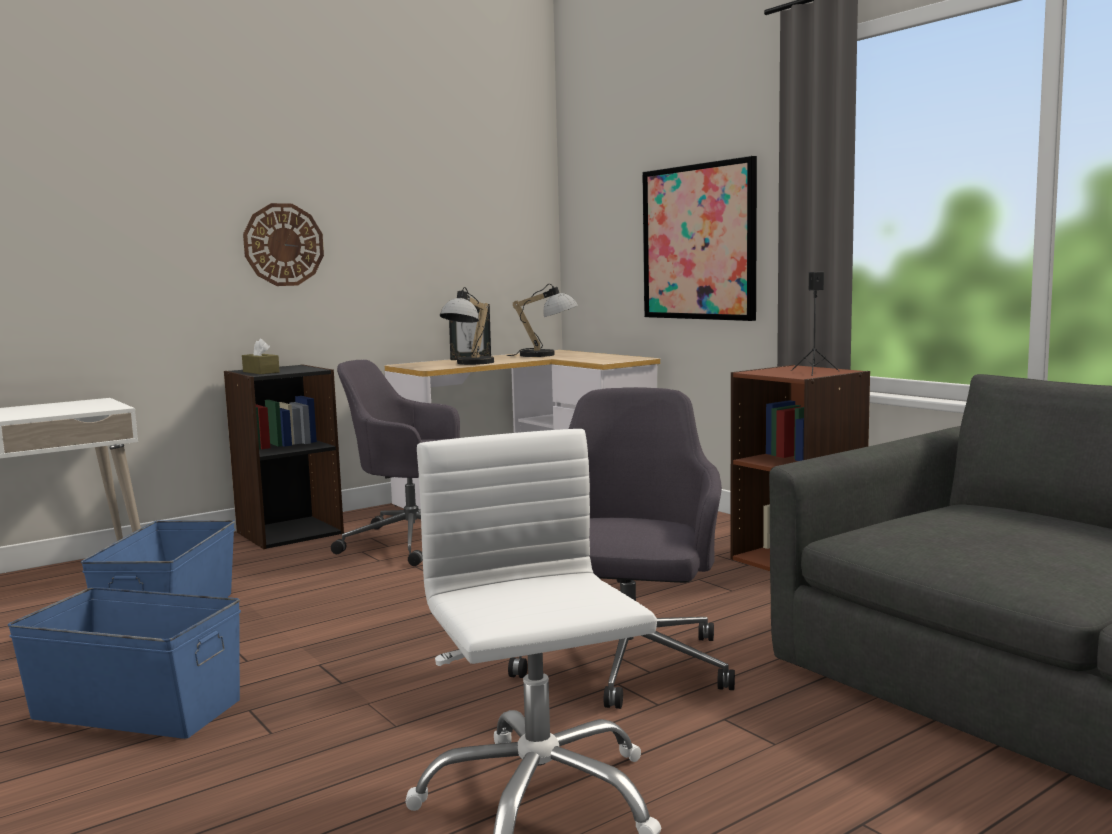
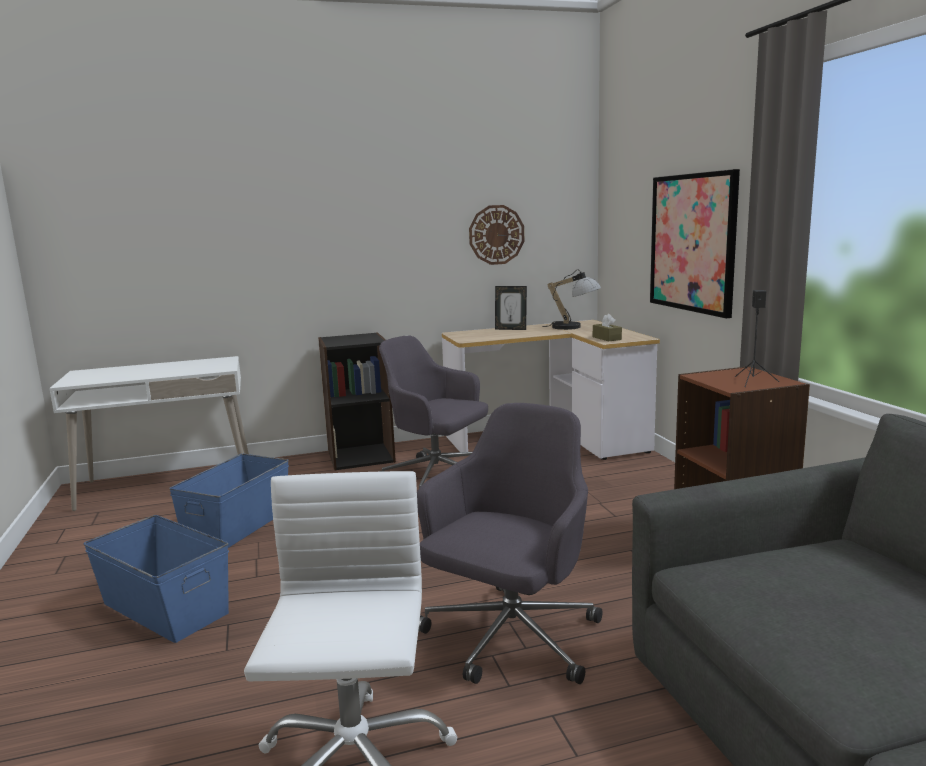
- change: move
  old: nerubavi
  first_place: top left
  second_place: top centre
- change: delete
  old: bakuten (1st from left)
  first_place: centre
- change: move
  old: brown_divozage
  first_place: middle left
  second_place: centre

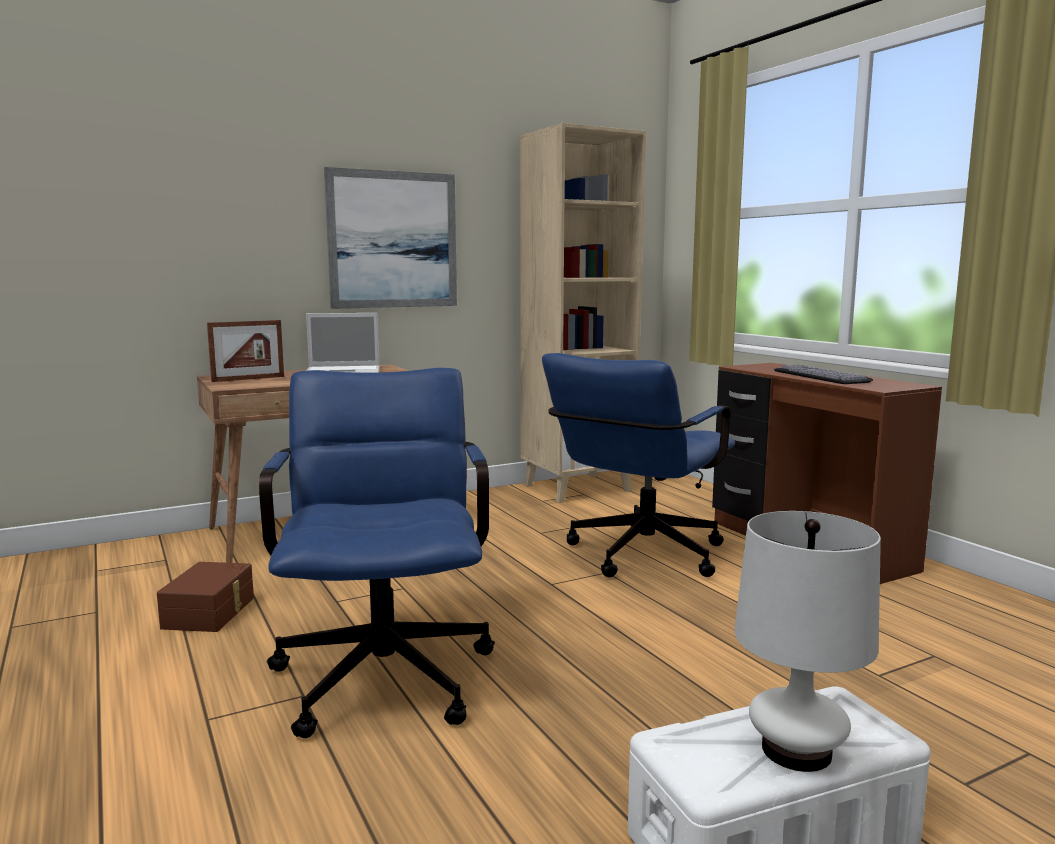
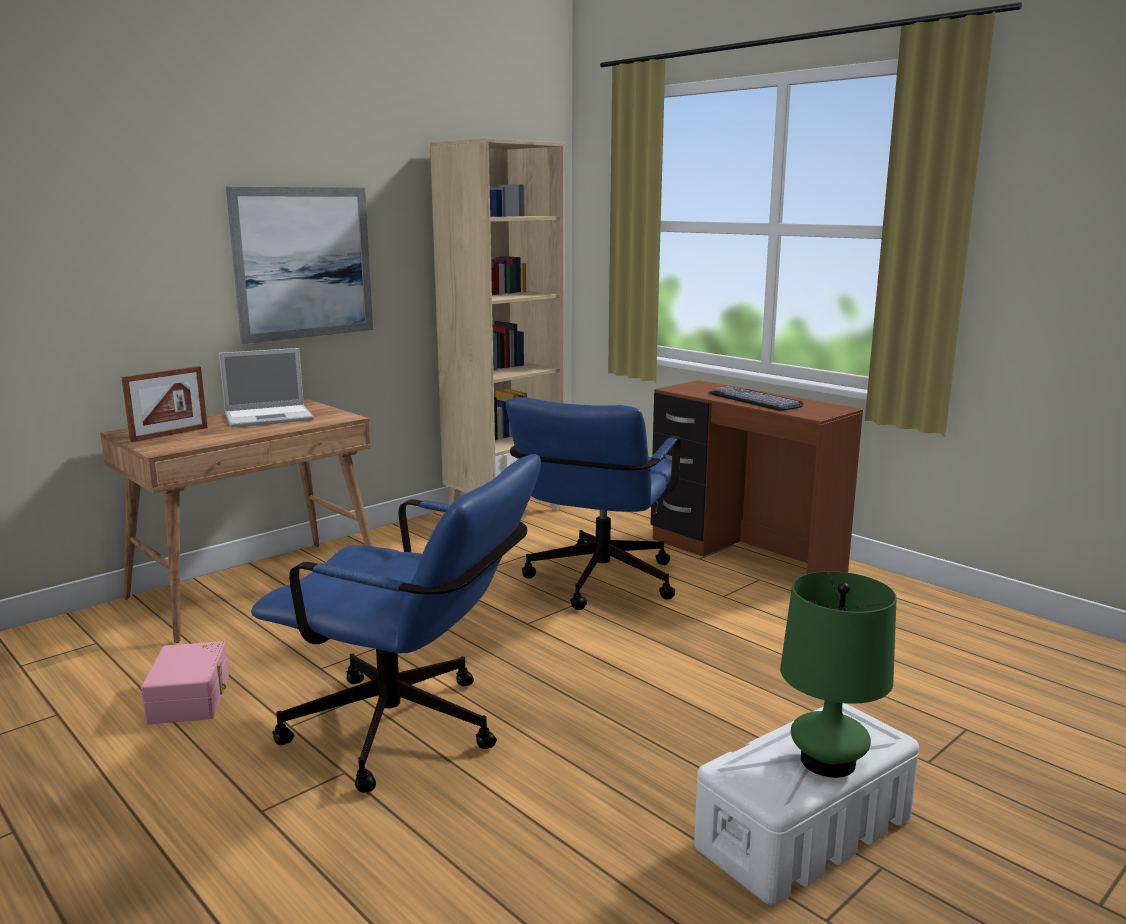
- change: rotate
  old: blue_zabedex (1st from left)
  first_place: centre
  second_place: bottom centre
  degrees: 135
- change: recolor
  old: white_bakuten
  new: green_bakuten
  first_place: bottom right
  second_place: bottom right
- change: recolor
  old: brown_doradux
  new: pink_doradux
  first_place: bottom left
  second_place: bottom left

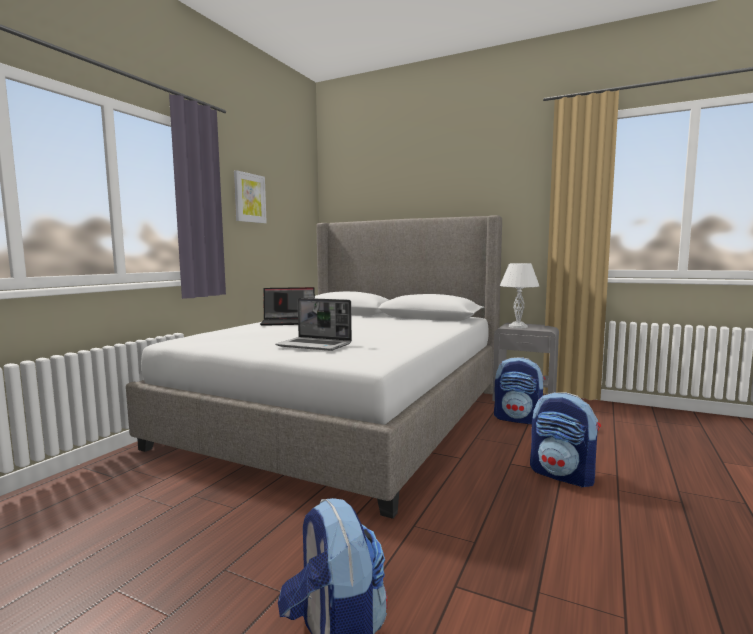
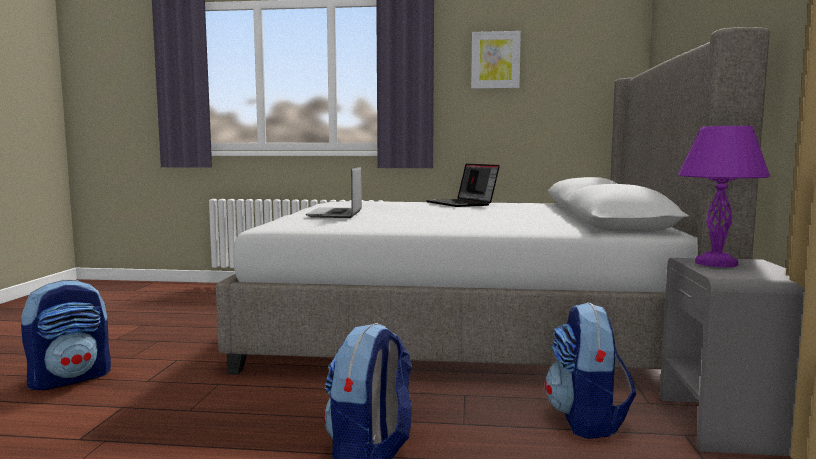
- change: recolor
  old: white_bakuten
  new: purple_bakuten
  first_place: middle right
  second_place: middle right

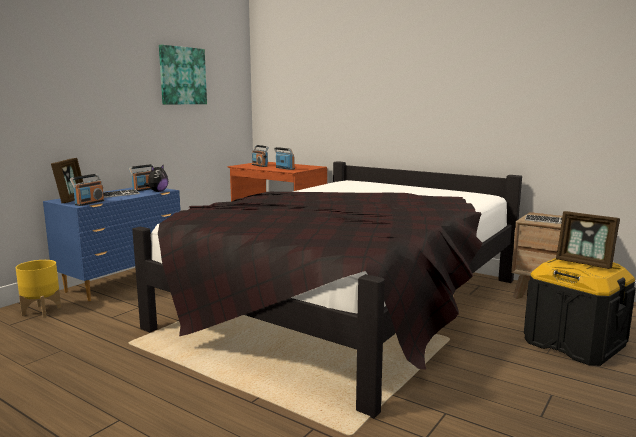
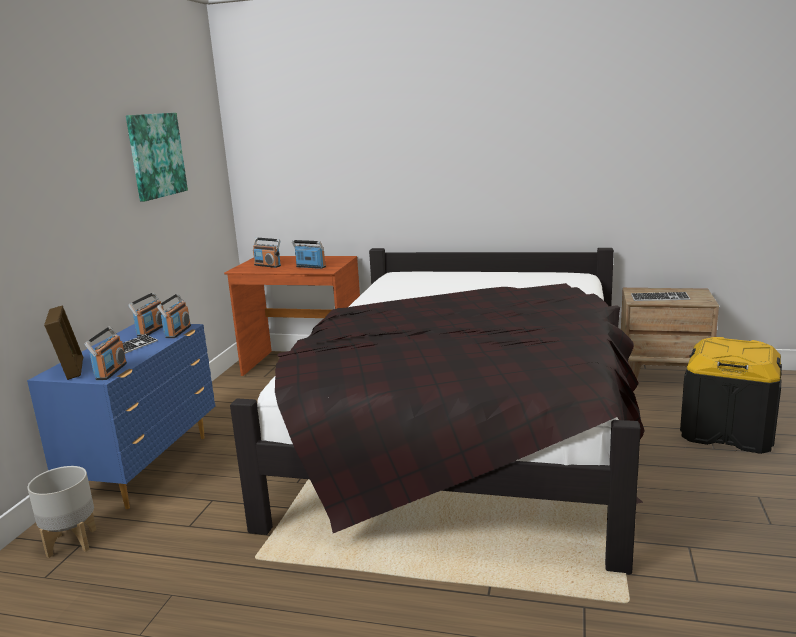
- change: replace
  old: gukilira
  new: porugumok (3rd from left)
  first_place: middle left
  second_place: middle left
- change: delete
  old: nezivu (2nd from left)
  first_place: middle right
- change: recolor
  old: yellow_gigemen
  new: grey_gigemen
  first_place: middle left
  second_place: bottom left

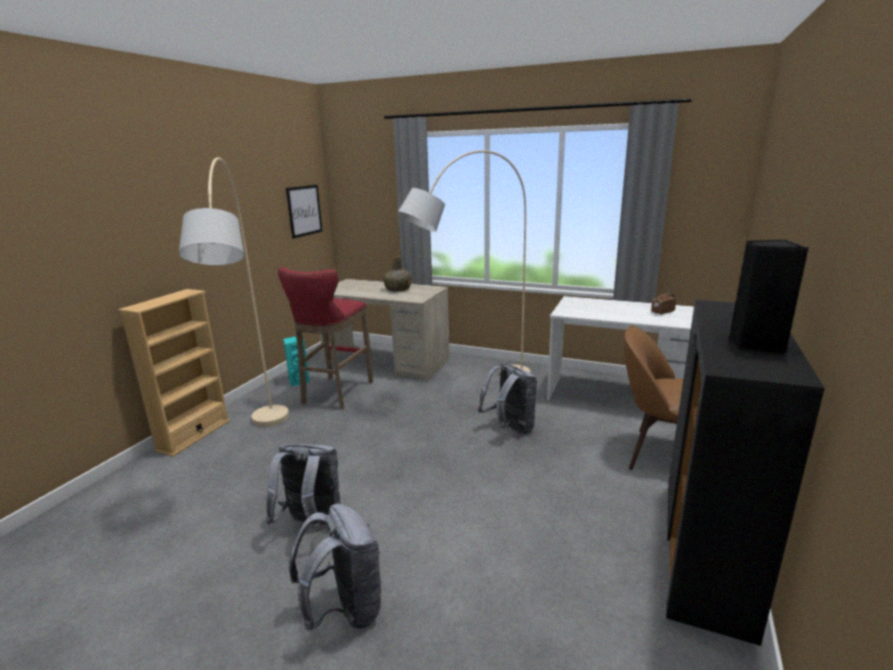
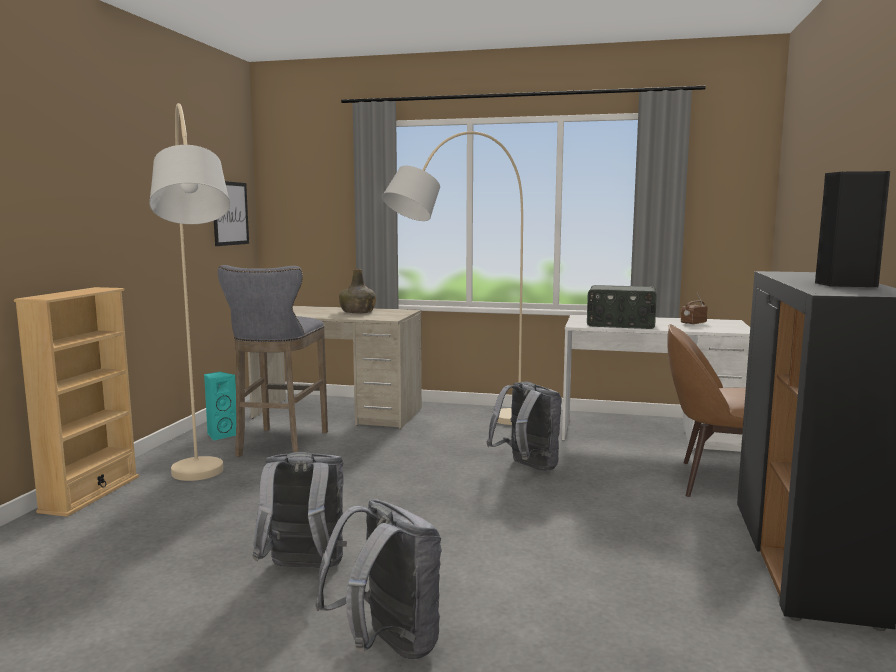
- change: recolor
  old: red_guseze
  new: grey_guseze
  first_place: centre
  second_place: middle left
- change: insert
  new: porugumok (1st from left)
  second_place: middle right

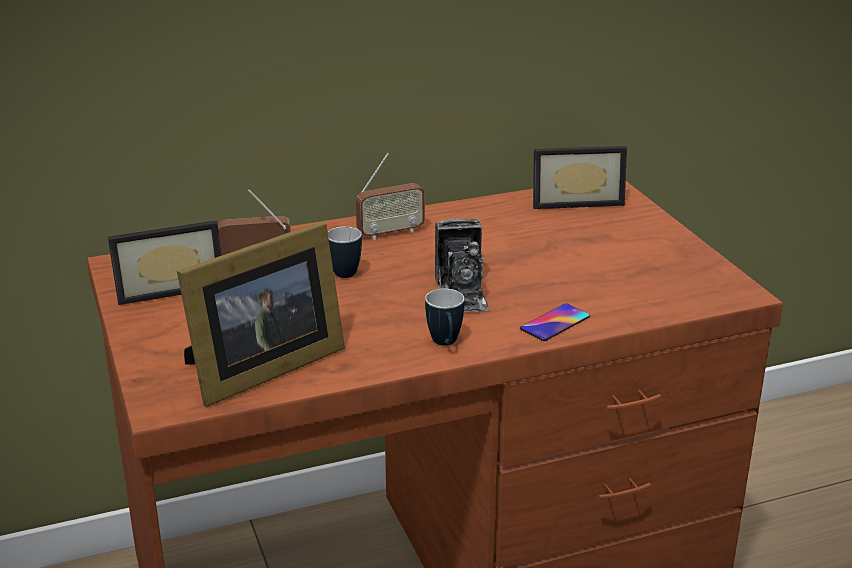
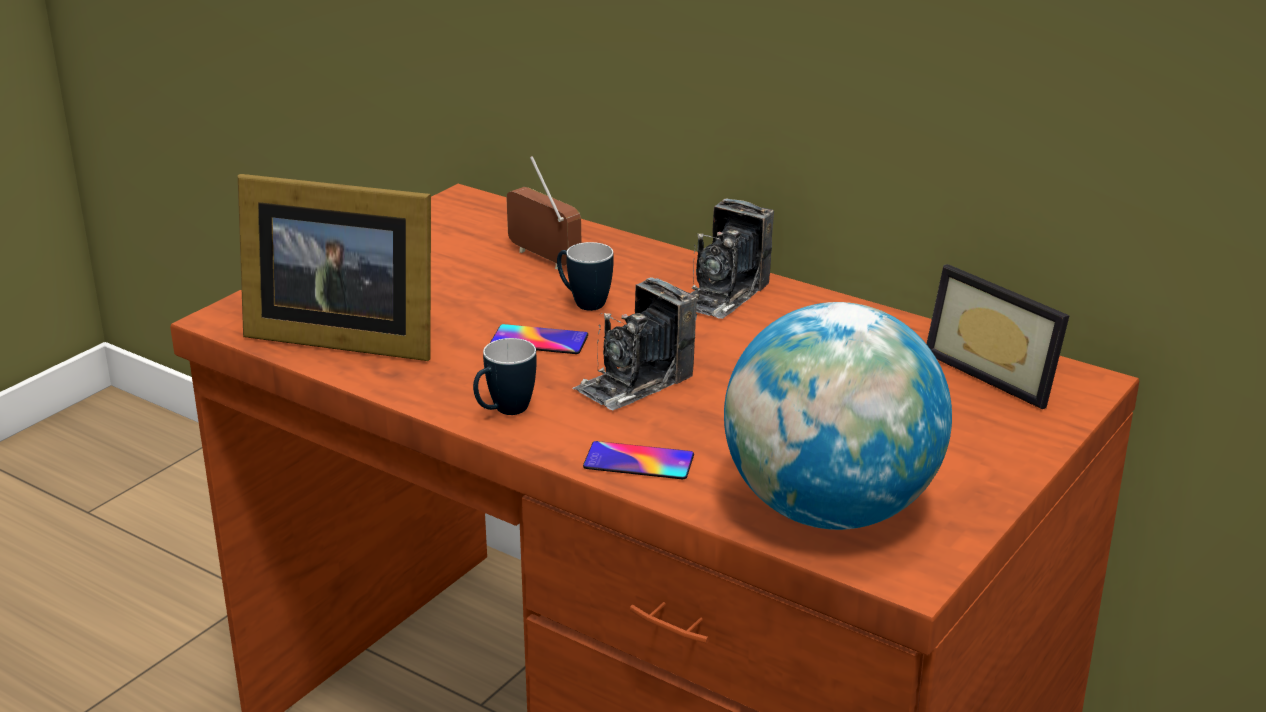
- change: replace
  old: porugumok (2nd from left)
  new: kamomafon (2nd from left)
  first_place: centre
  second_place: centre
- change: delete
  old: nezivu (1st from left)
  first_place: middle left
- change: insert
  new: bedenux
  second_place: centre
- change: insert
  new: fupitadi (1st from left)
  second_place: centre

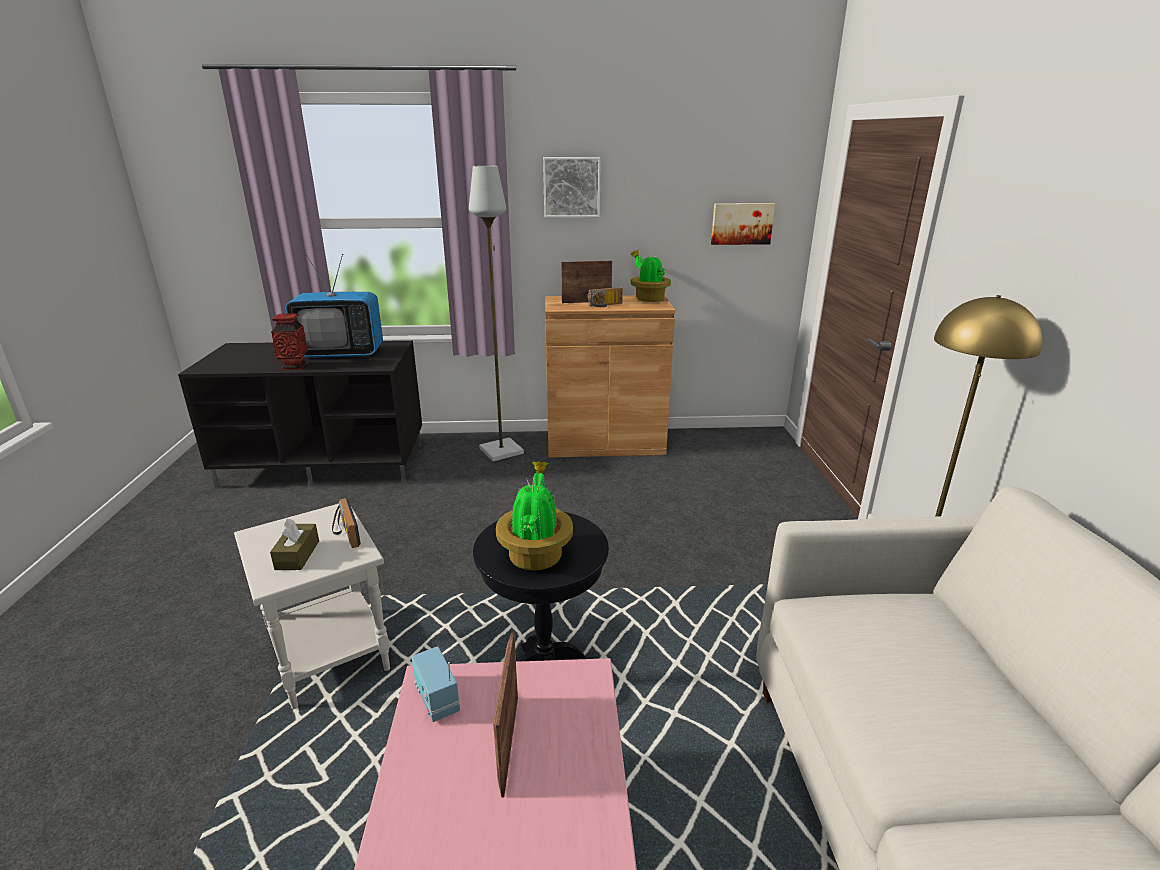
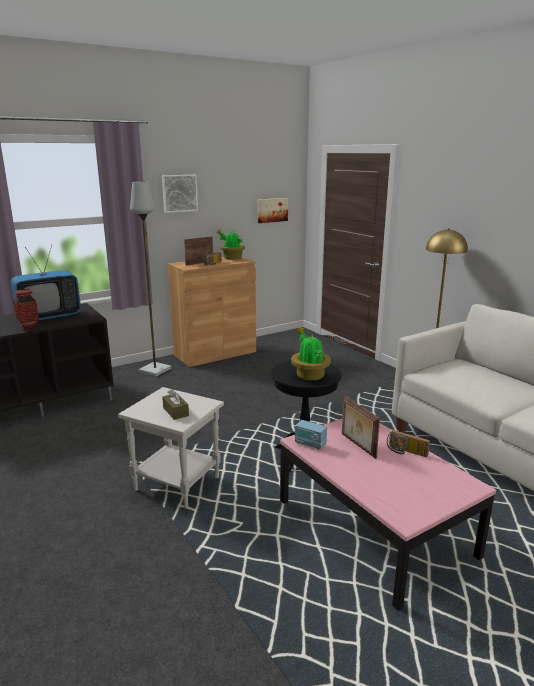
- change: move
  old: porugumok (1st from left in the first image)
  new: porugumok (3rd from left)
  first_place: middle left
  second_place: middle right

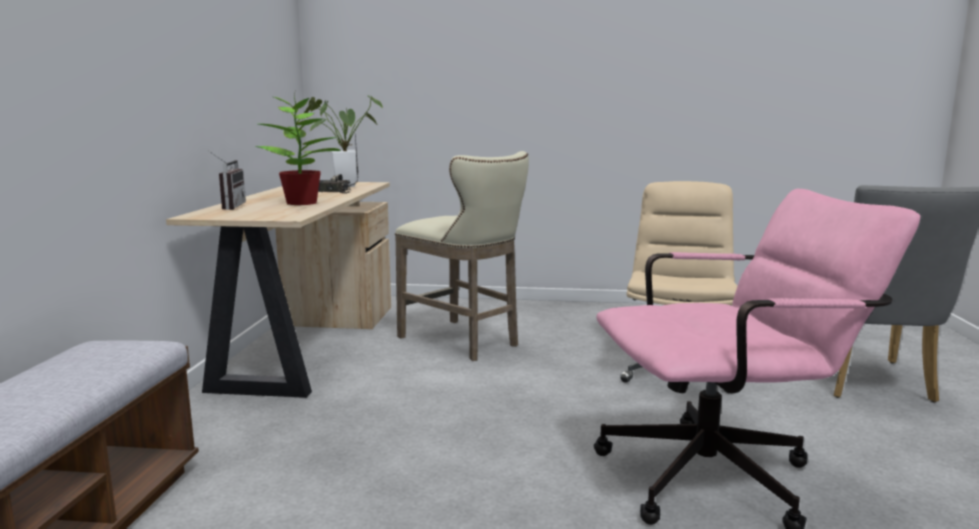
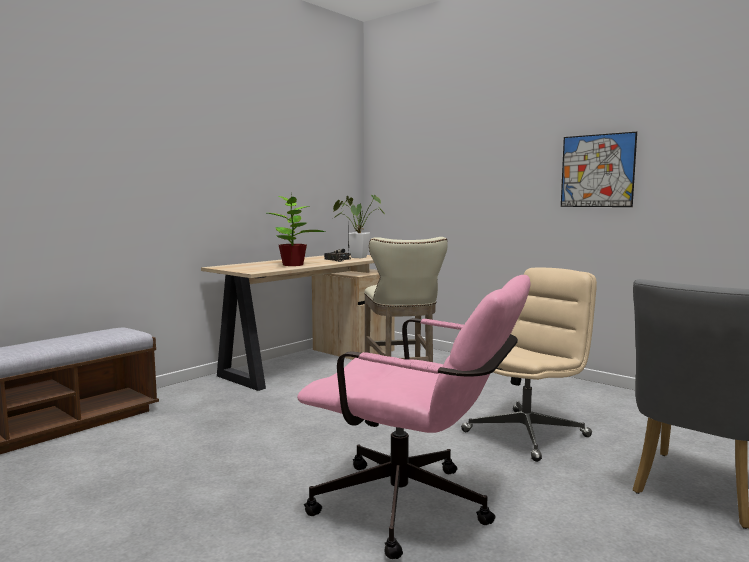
- change: delete
  old: porugumok (1st from left)
  first_place: middle left
- change: insert
  new: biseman
  second_place: top right

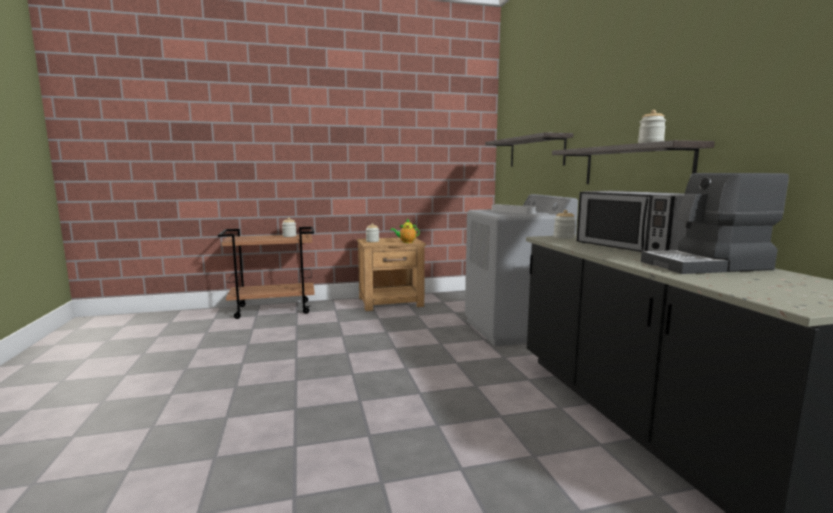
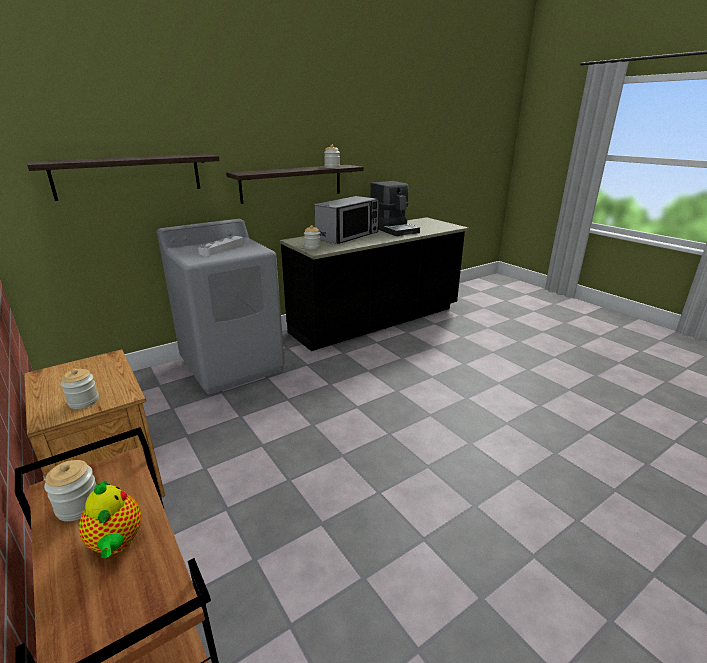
- change: move
  old: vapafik
  first_place: centre
  second_place: bottom left

